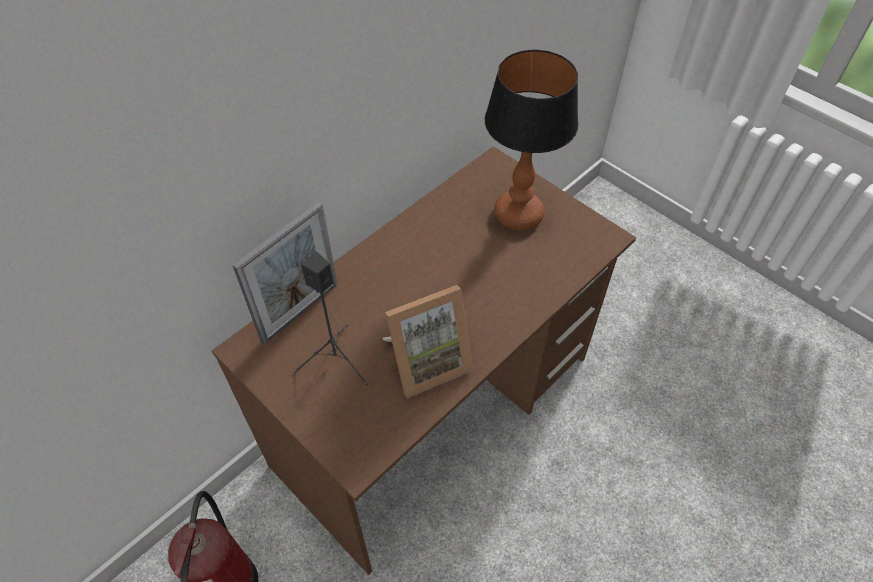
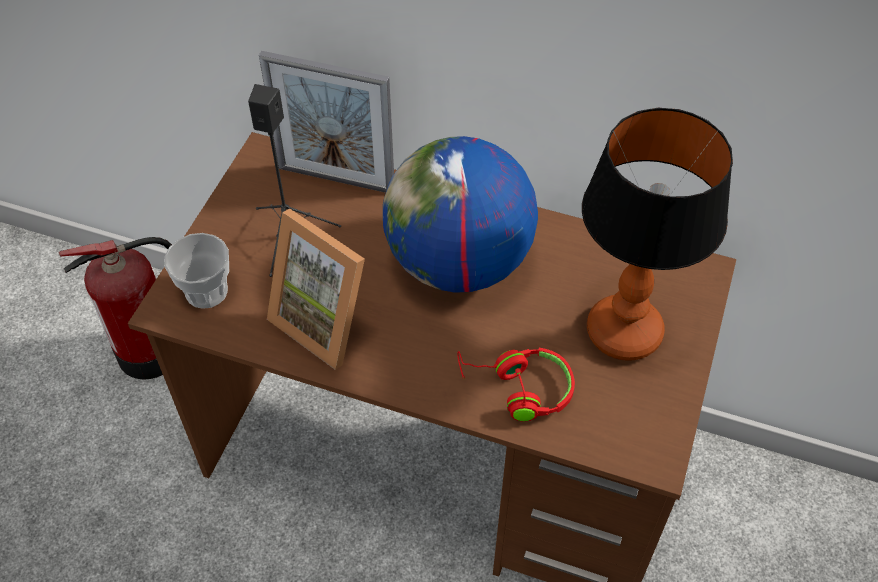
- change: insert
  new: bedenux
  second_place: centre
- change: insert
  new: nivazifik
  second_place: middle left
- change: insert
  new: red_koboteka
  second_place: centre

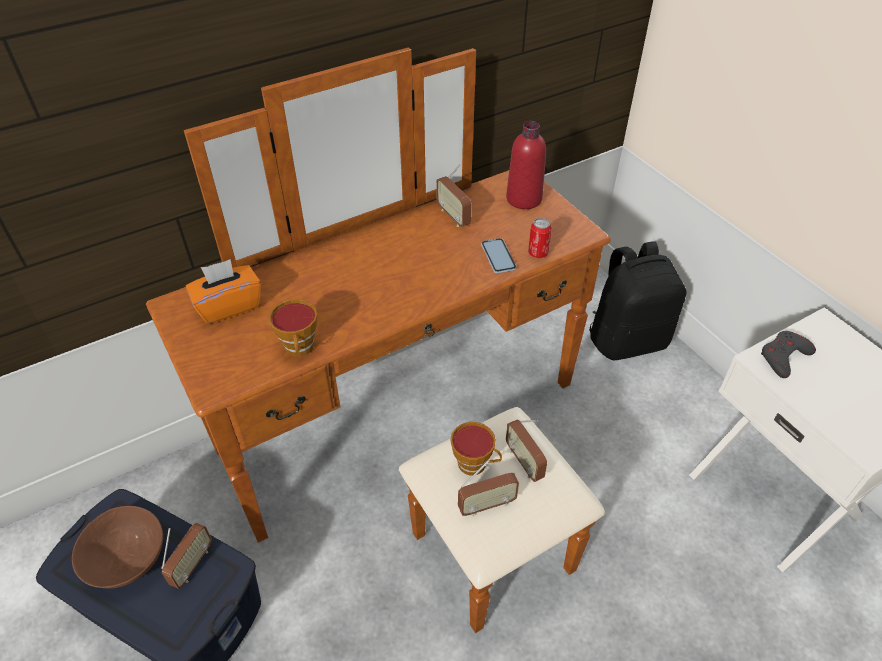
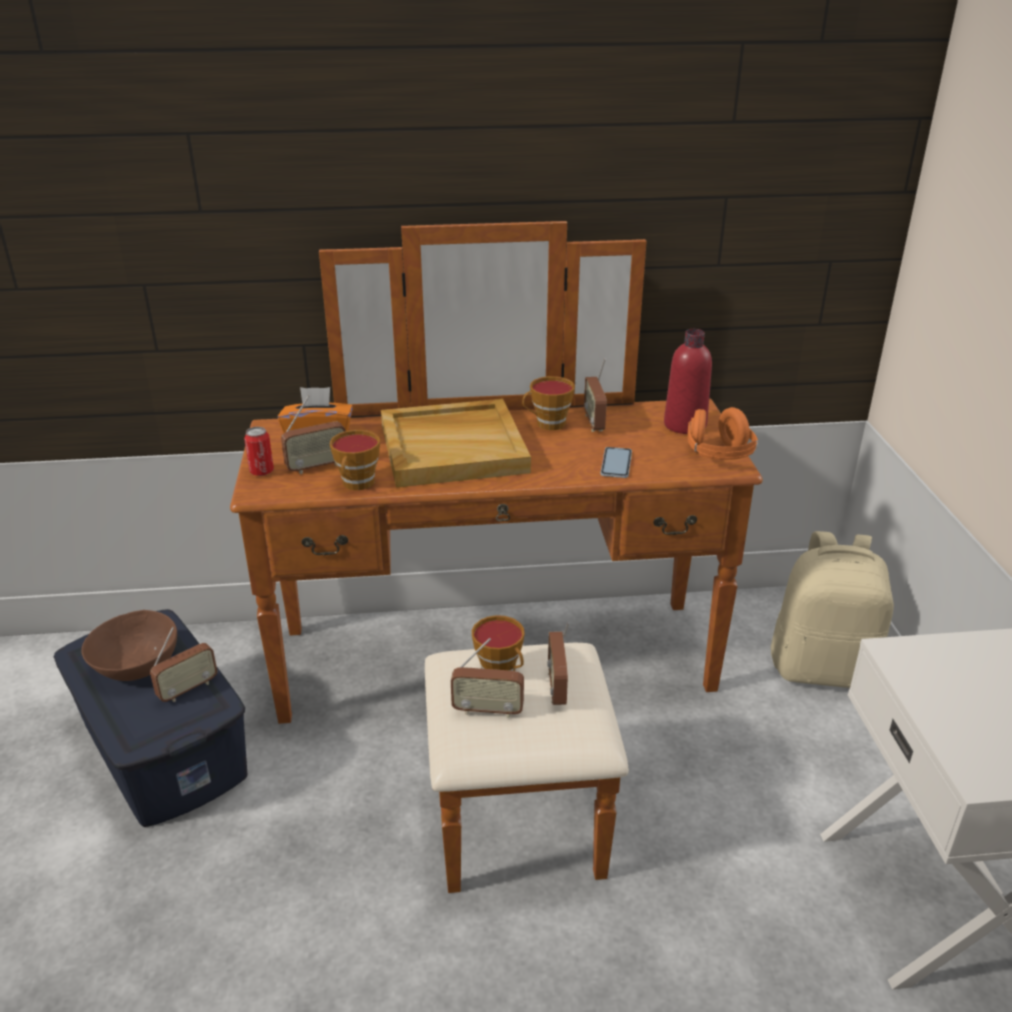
- change: move
  old: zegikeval
  first_place: centre
  second_place: middle left
- change: recolor
  old: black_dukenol
  new: beige_dukenol
  first_place: middle right
  second_place: middle right
- change: delete
  old: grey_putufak
  first_place: middle right
- change: insert
  new: nivazifik (3rd from left)
  second_place: centre
- change: insert
  new: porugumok (2nd from left)
  second_place: middle left
- change: insert
  new: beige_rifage
  second_place: centre
- change: insert
  new: orange_koboteka
  second_place: middle right

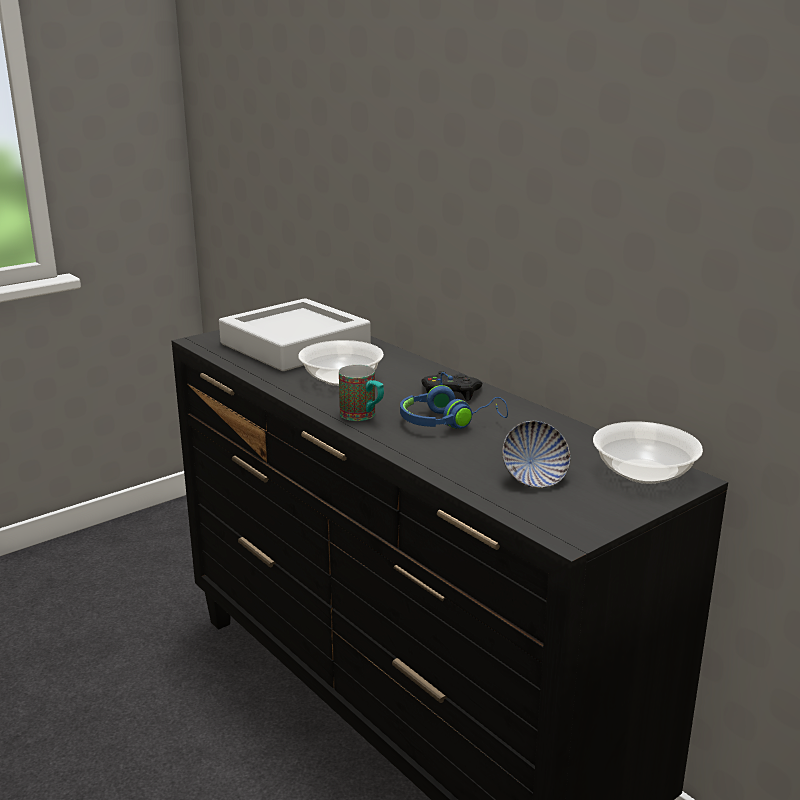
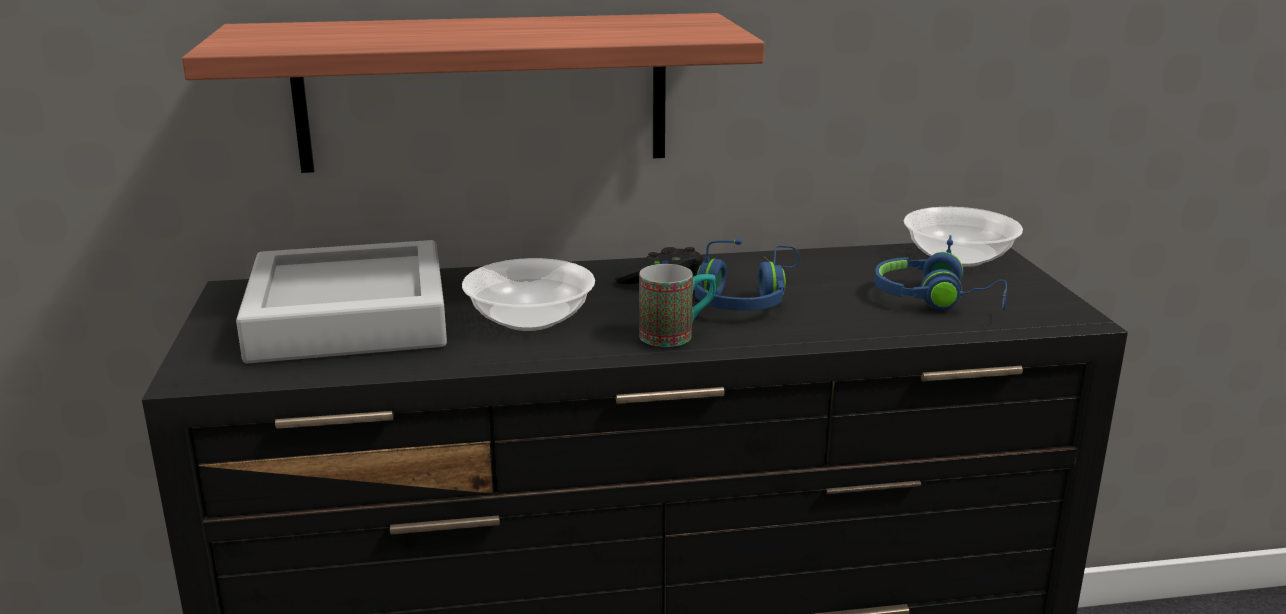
- change: replace
  old: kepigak (2nd from left)
  new: blue_koboteka (2nd from left)
  first_place: middle right
  second_place: middle right
- change: insert
  new: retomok
  second_place: top centre

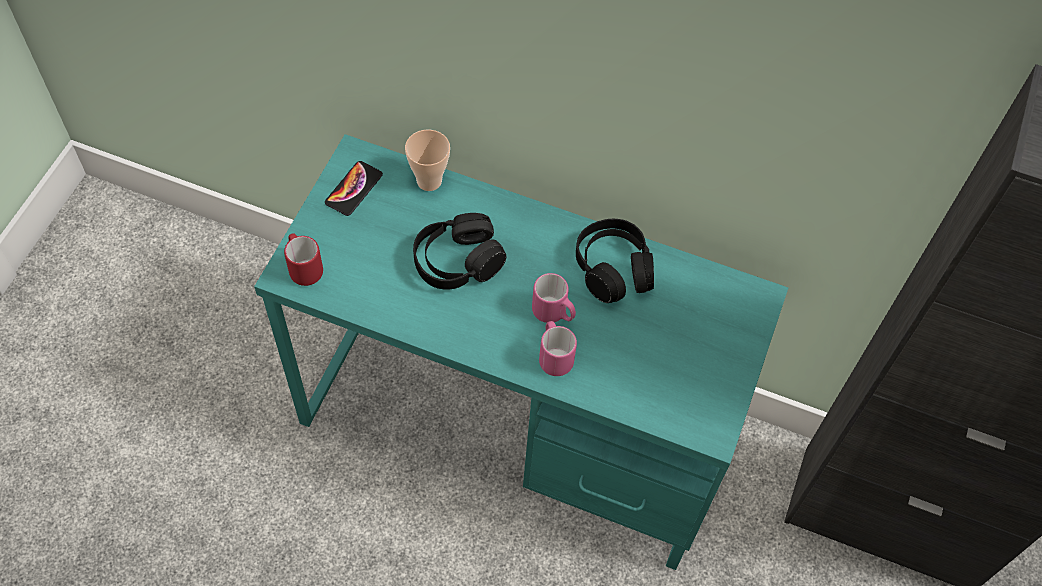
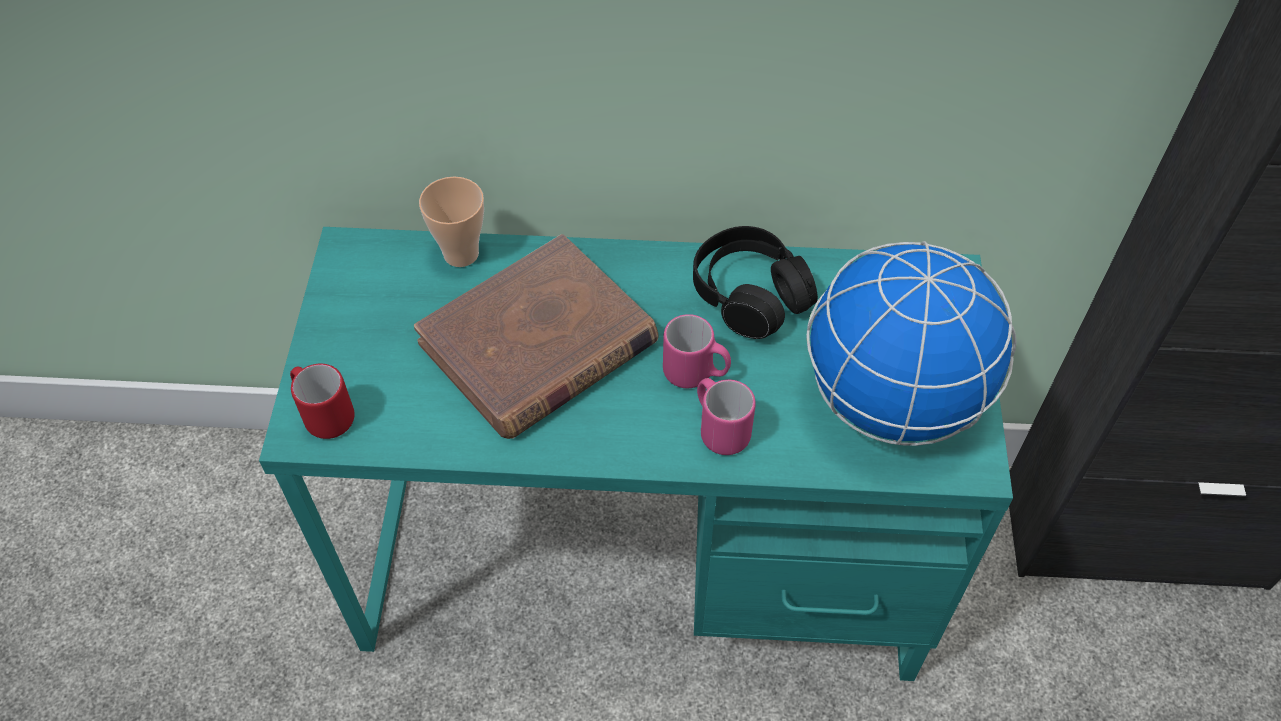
- change: delete
  old: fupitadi
  first_place: top centre
- change: replace
  old: black_koboteka (1st from left)
  new: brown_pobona
  first_place: centre
  second_place: centre
- change: insert
  new: bedenux
  second_place: middle right

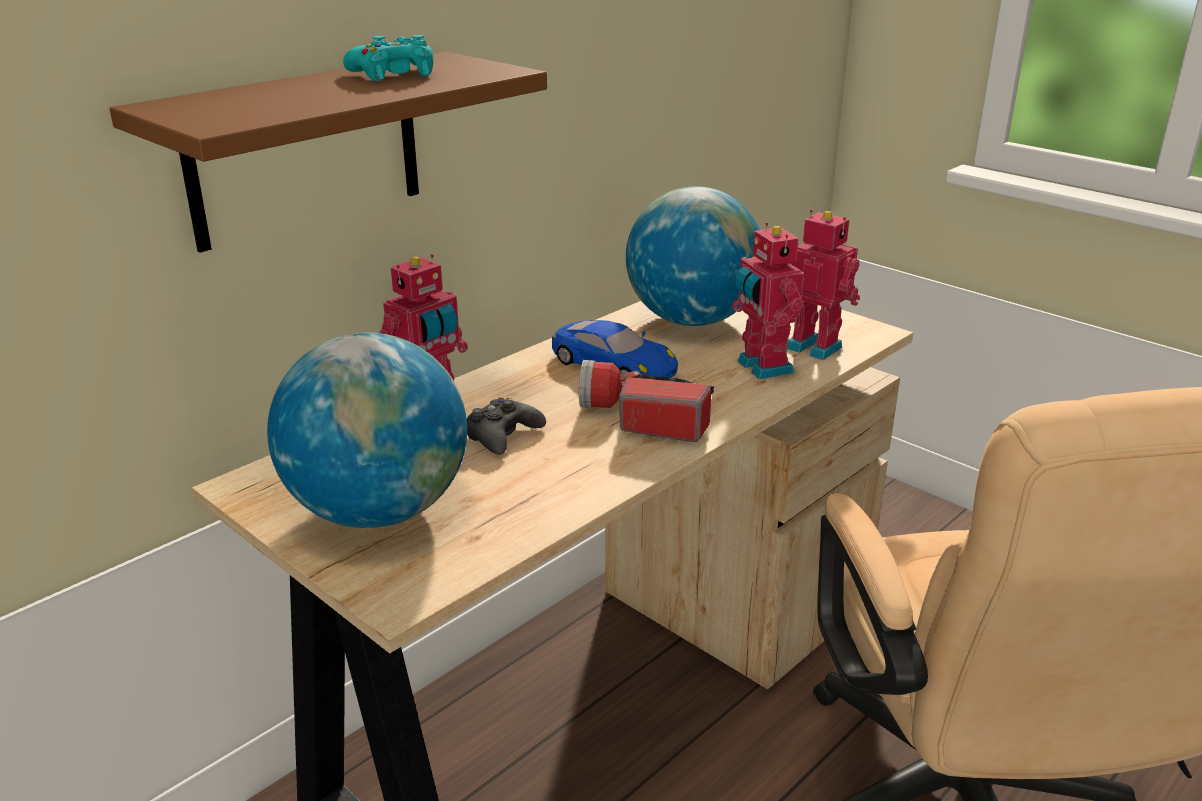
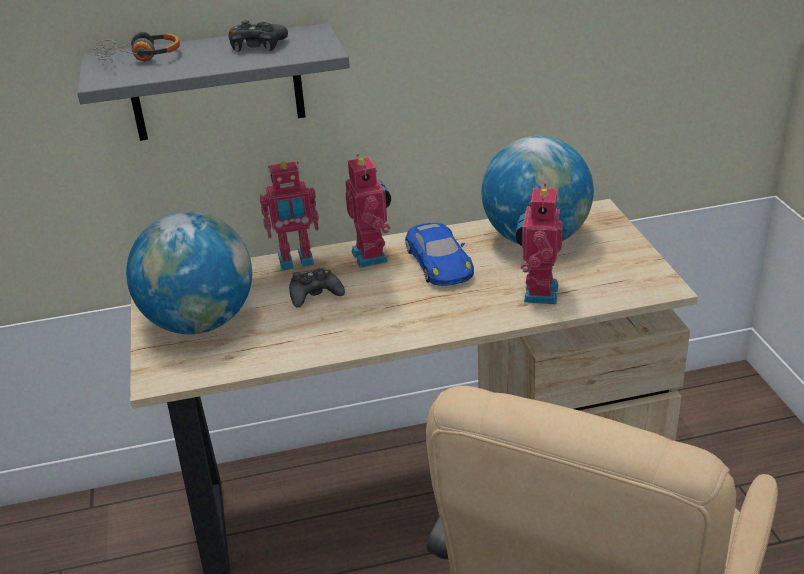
- change: recolor
  old: turquoise_putufak
  new: black_putufak (1st from left)
  first_place: top left
  second_place: top left
- change: recolor
  old: brown_retomok
  new: grey_retomok
  first_place: top left
  second_place: top left
- change: move
  old: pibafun (3rd from left in the first image)
  new: pibafun (2nd from left)
  first_place: middle right
  second_place: centre
- change: delete
  old: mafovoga
  first_place: centre
- change: insert
  new: koboteka
  second_place: top left

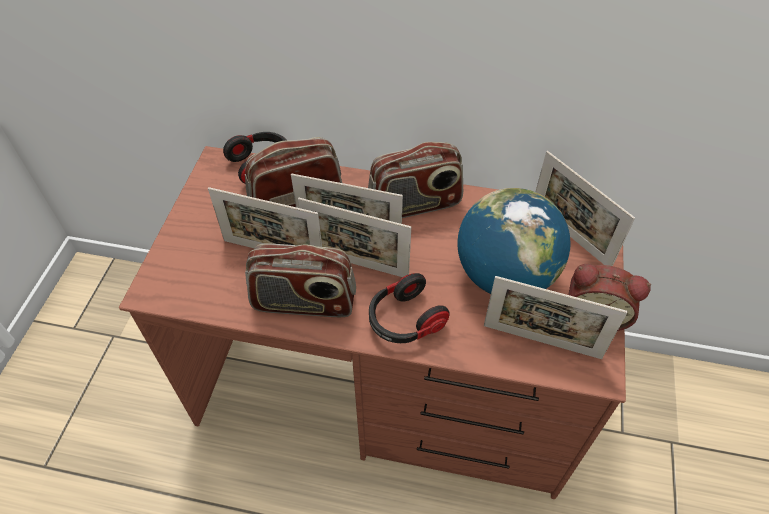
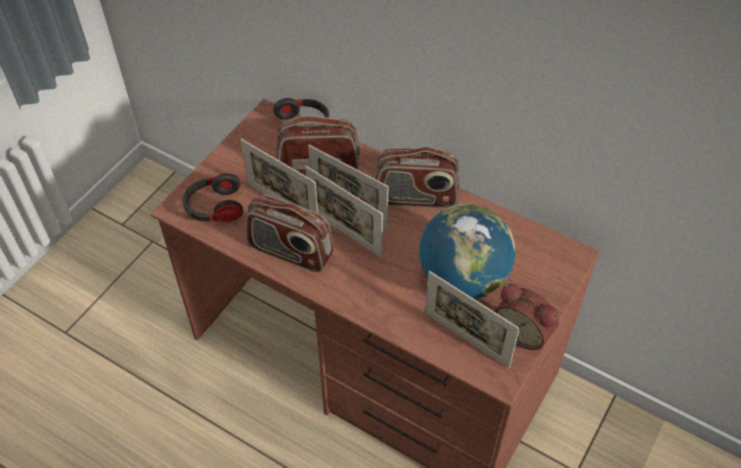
- change: delete
  old: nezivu (5th from left)
  first_place: middle right
- change: move
  old: koboteka (2nd from left in the first image)
  new: koboteka (1st from left)
  first_place: centre
  second_place: middle left

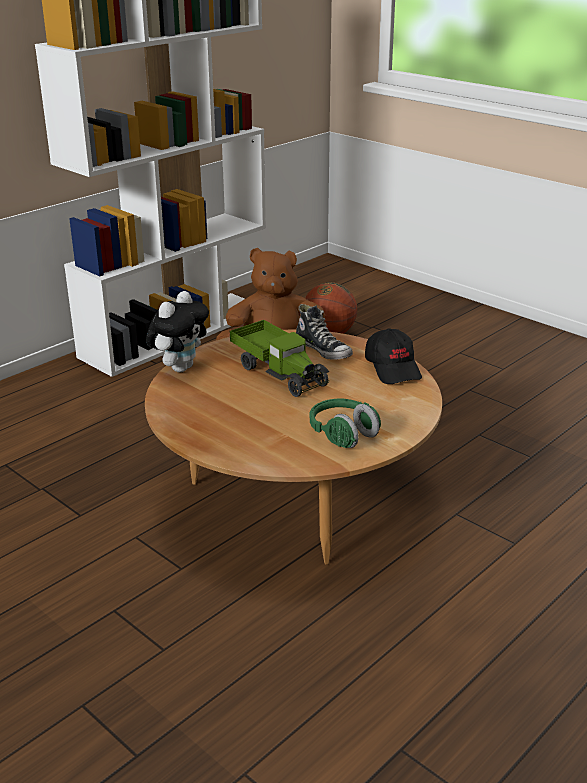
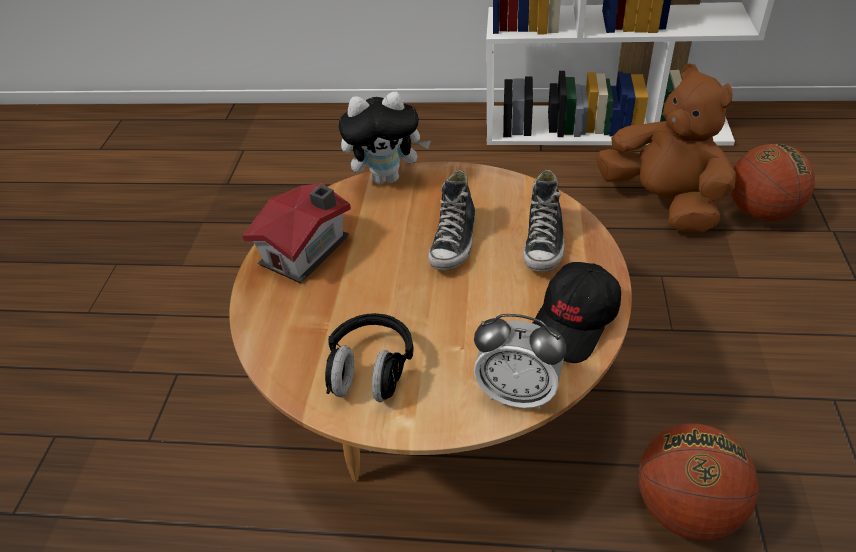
- change: replace
  old: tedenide
  new: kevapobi (1st from left)
  first_place: centre
  second_place: centre
- change: recolor
  old: green_koboteka
  new: black_koboteka
  first_place: centre
  second_place: centre
- change: insert
  new: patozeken
  second_place: centre
- change: insert
  new: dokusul
  second_place: centre
- change: insert
  new: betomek (1st from left)
  second_place: bottom right

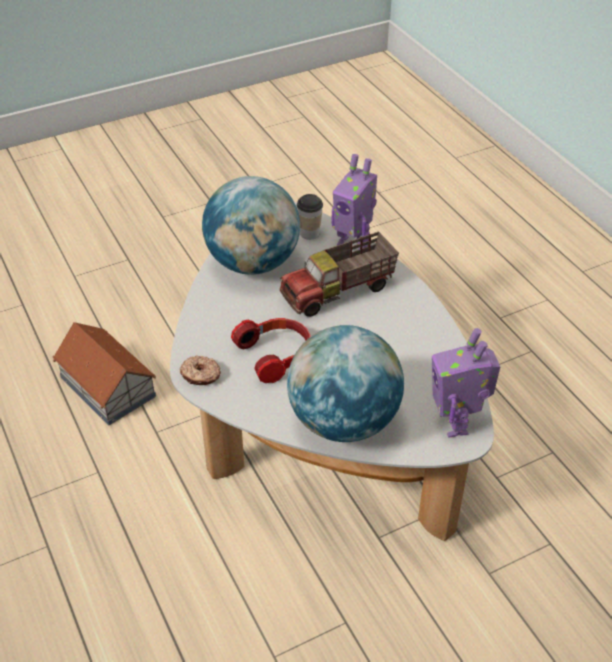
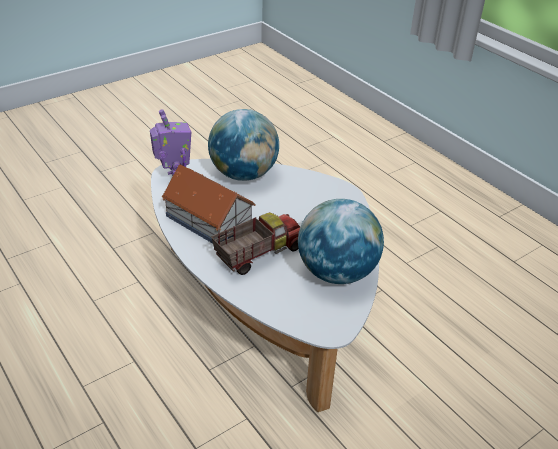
- change: delete
  old: pibafun (1st from left)
  first_place: top centre
- change: delete
  old: nivazifik
  first_place: top centre
- change: delete
  old: koboteka
  first_place: centre
- change: move
  old: patozeken
  first_place: middle left
  second_place: centre
- change: delete
  old: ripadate
  first_place: middle left

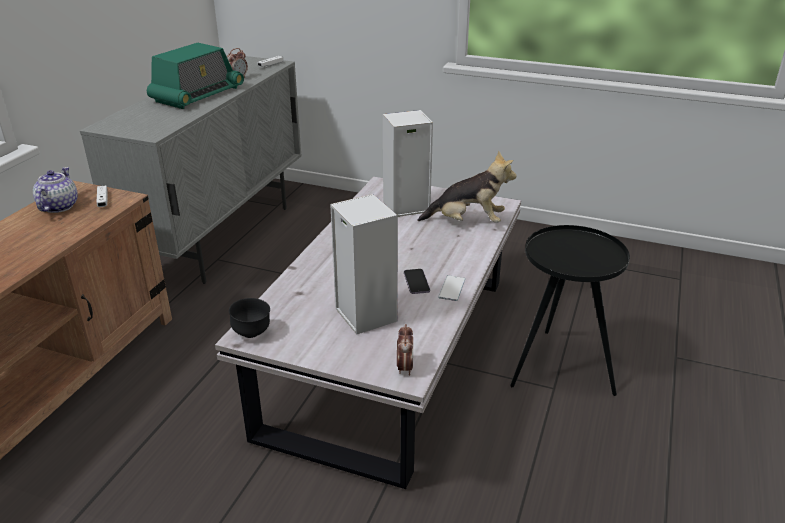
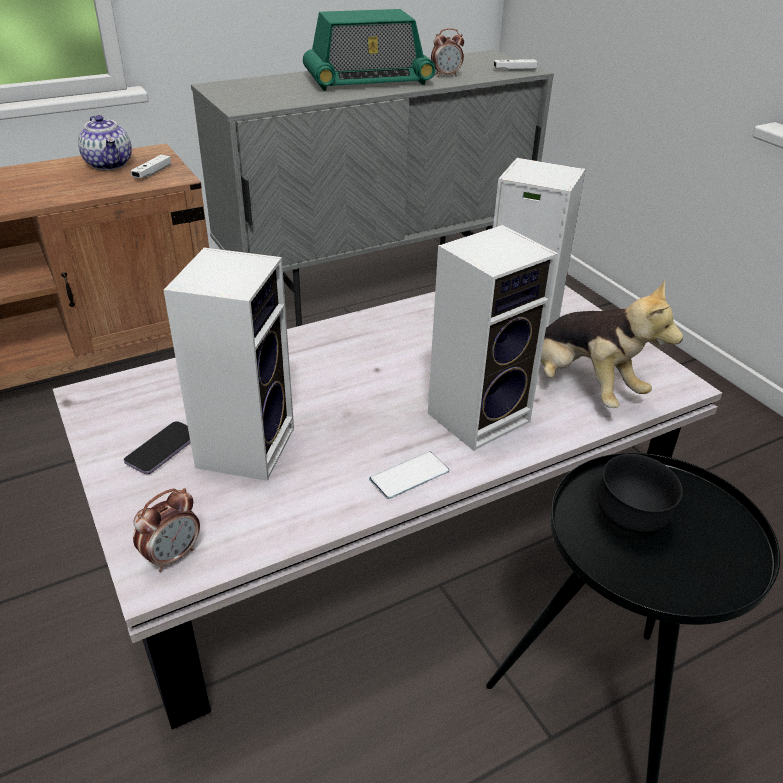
- change: rotate
  old: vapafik
  first_place: middle left
  second_place: top left
  degrees: 105
- change: move
  old: fupitadi (1st from left)
  first_place: centre
  second_place: middle left
- change: move
  old: black_kepigak
  first_place: middle left
  second_place: middle right
- change: insert
  new: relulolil (2nd from left)
  second_place: centre

